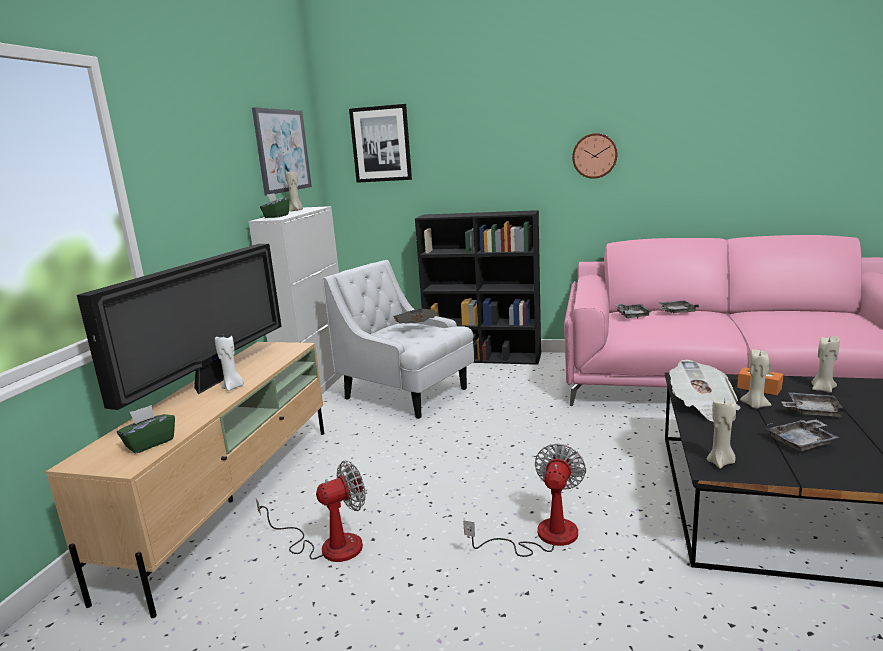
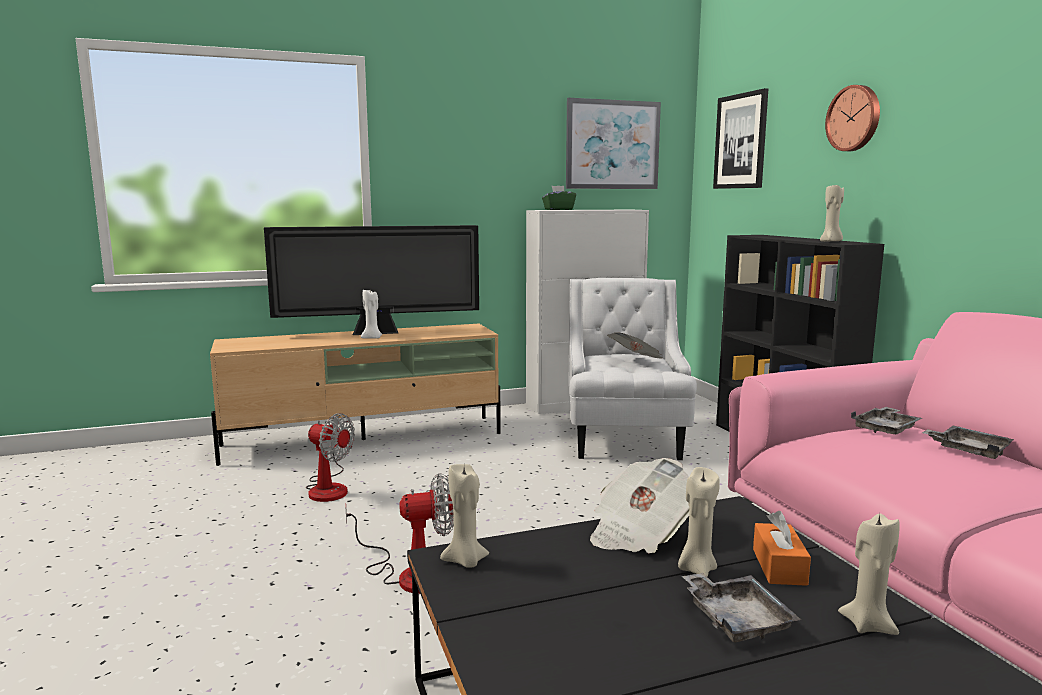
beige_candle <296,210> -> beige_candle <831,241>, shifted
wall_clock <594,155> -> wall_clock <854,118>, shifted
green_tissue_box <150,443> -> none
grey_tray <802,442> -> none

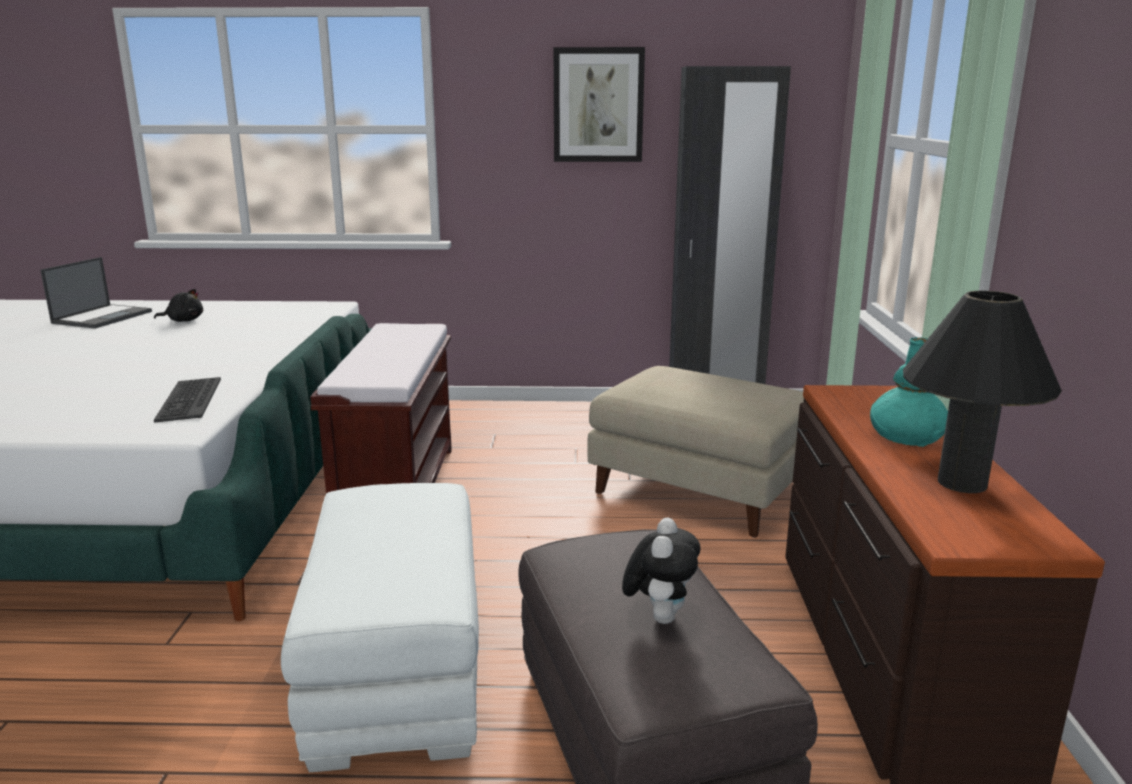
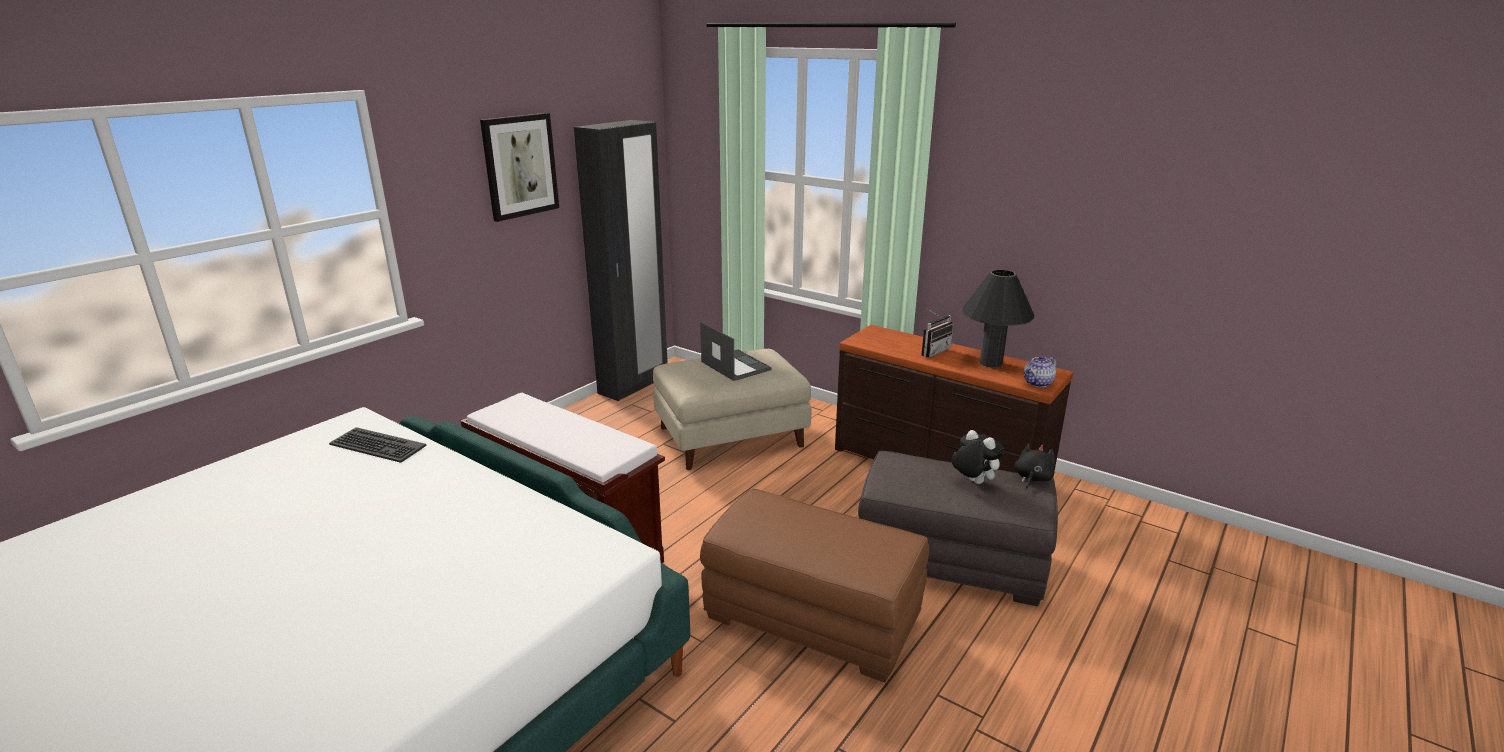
keyboard <188,400> -> keyboard <377,446>, shifted
laptop <103,317> -> laptop <734,365>, shifted
white_ottoman <399,671> -> brown_ottoman <814,618>
turquoise_vase <906,436> -> radio <932,351>
black_plush_toy <183,320> -> black_plush_toy <1032,478>, shifted
none -> teapot <1038,383>

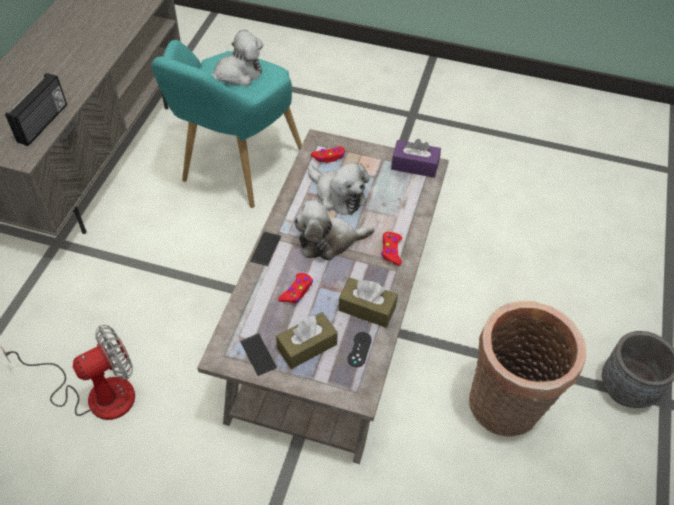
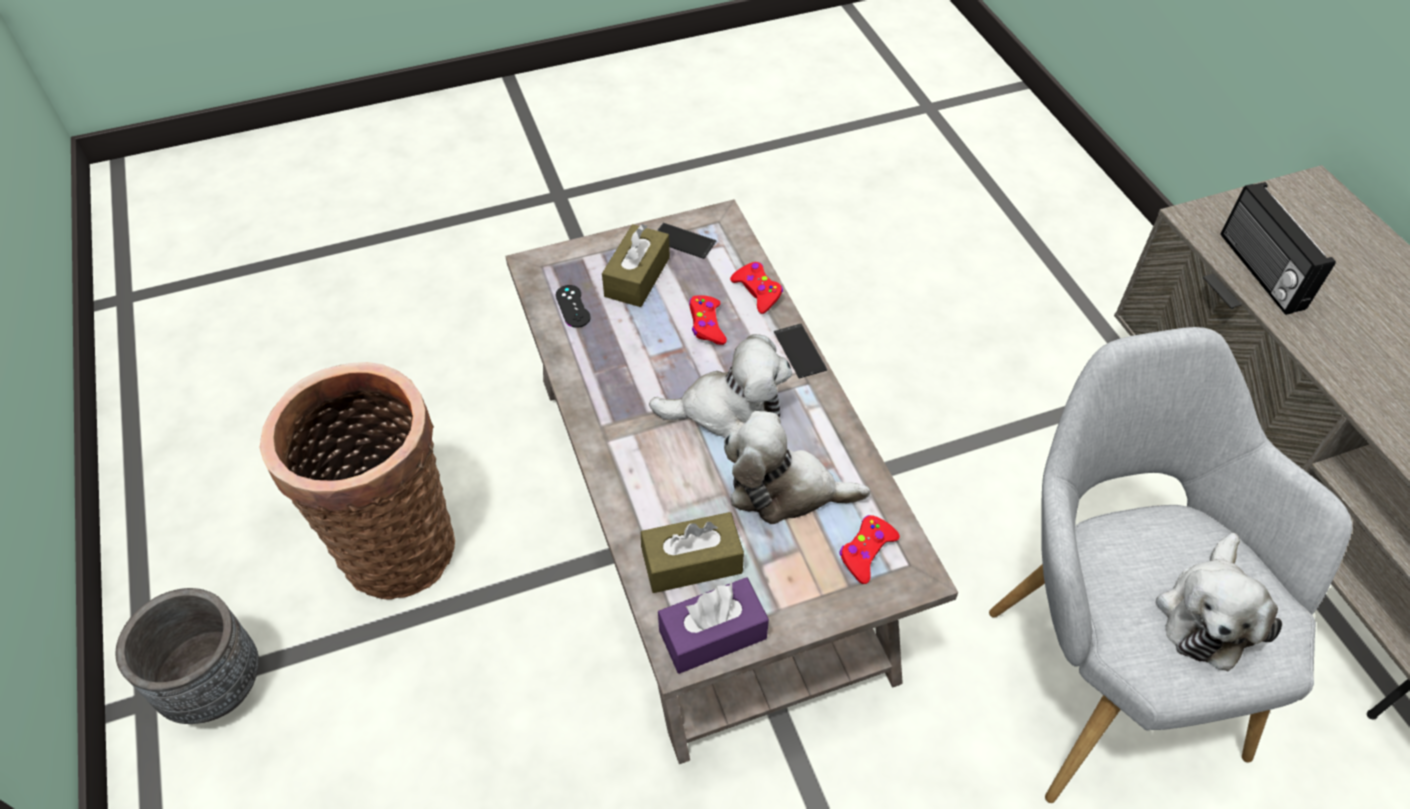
brown_tissue_box <367,308> -> brown_tissue_box <692,562>, shifted
plush_toy <329,241> -> plush_toy <728,410>, 45 degrees clockwise
red_game_controller <391,251> -> red_game_controller <757,291>, shifted
turquoise_armchair <235,170> -> grey_armchair <1099,667>
fan <96,393> -> none

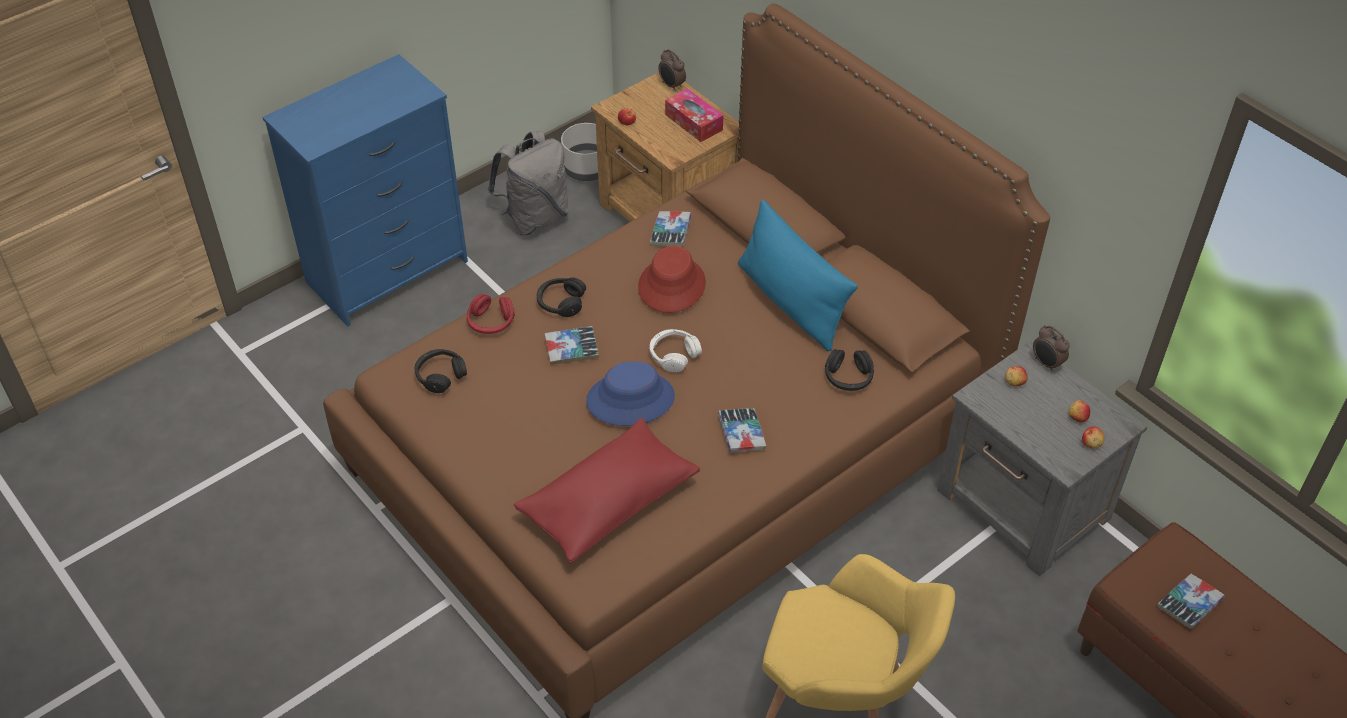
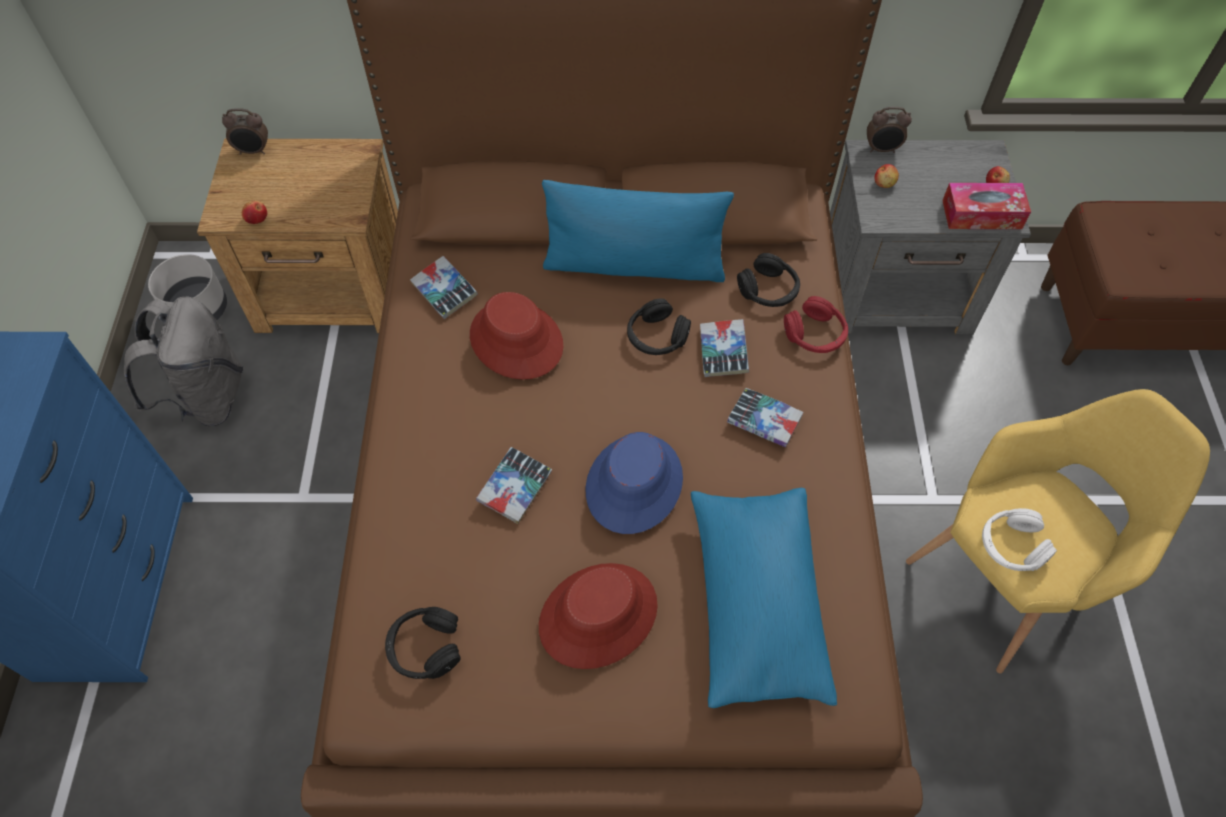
none -> red_hat <598,615>
black_headphones <561,302> -> black_headphones <656,336>, shifted
red_pillow <608,502> -> blue_pillow <755,604>
book <1189,604> -> book <723,352>, shifted
red_headphones <491,322> -> red_headphones <815,334>, shifted
tissue_box <693,122> -> tissue_box <981,214>, shifted
white_headphones <674,355> -> white_headphones <1011,546>, shifted
apple <1077,417> -> none

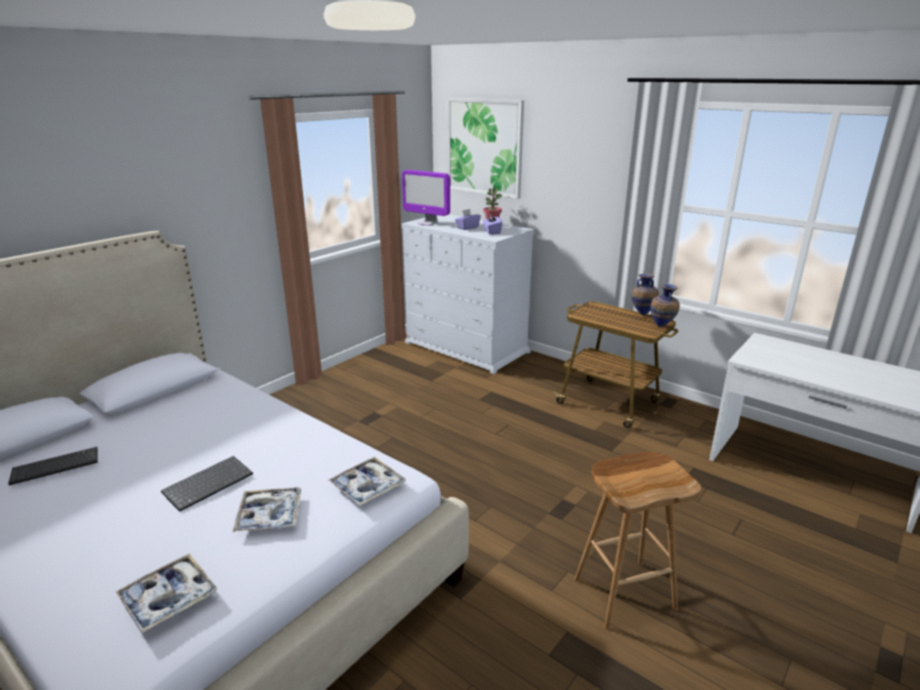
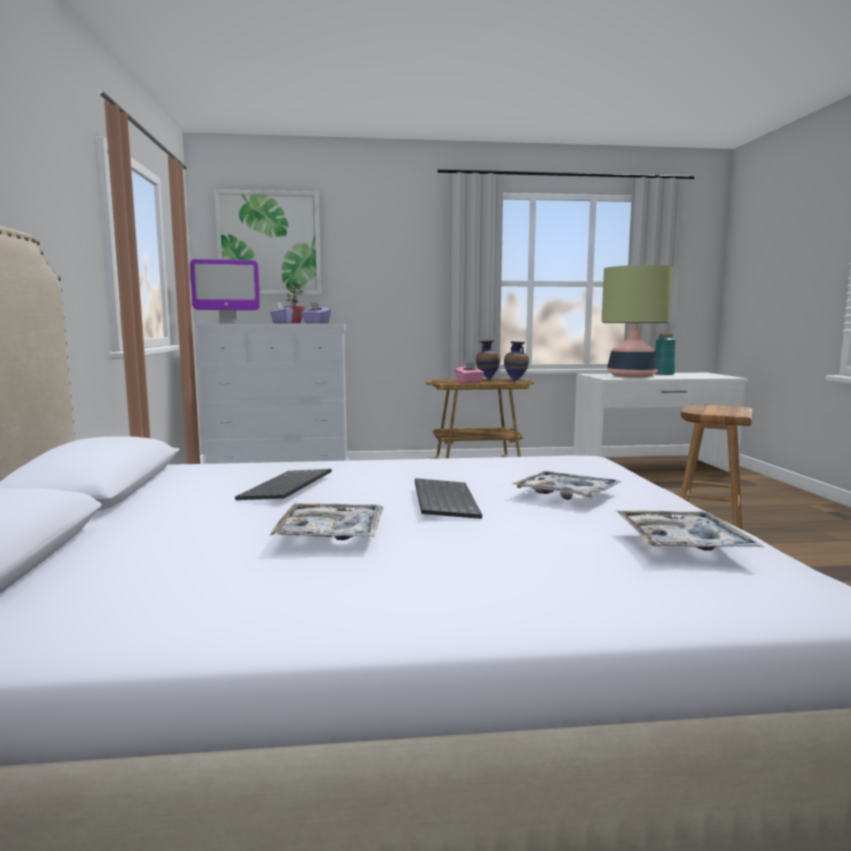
keyboard <54,468> -> keyboard <288,488>, shifted
tray <367,487> -> tray <331,533>, shifted
none -> pink_tissue_box <469,382>
none -> table_lamp <631,376>
none -> turquoise_vase <663,374>

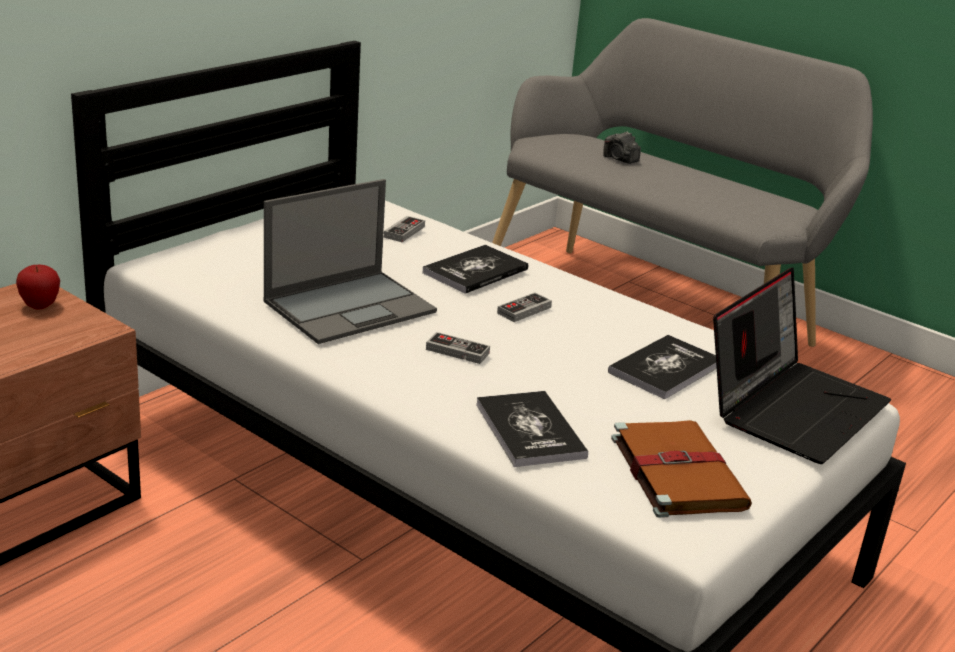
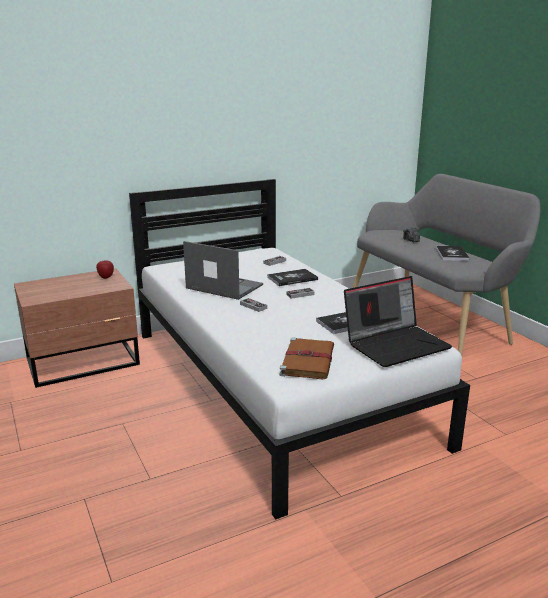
laptop <351,306> -> laptop <223,286>, 135 degrees counterclockwise
book <530,430> -> book <451,254>, shifted

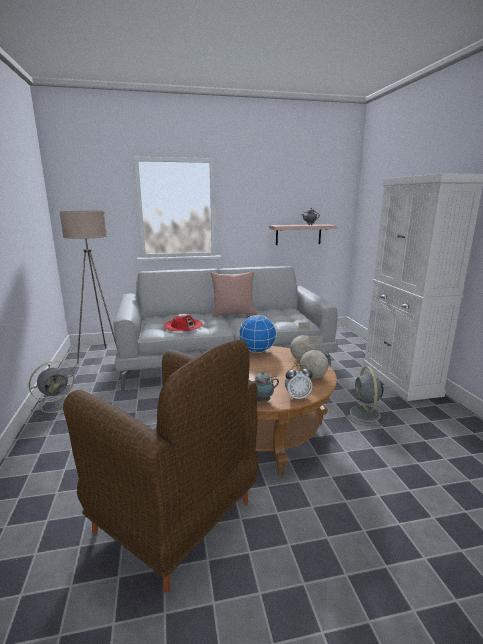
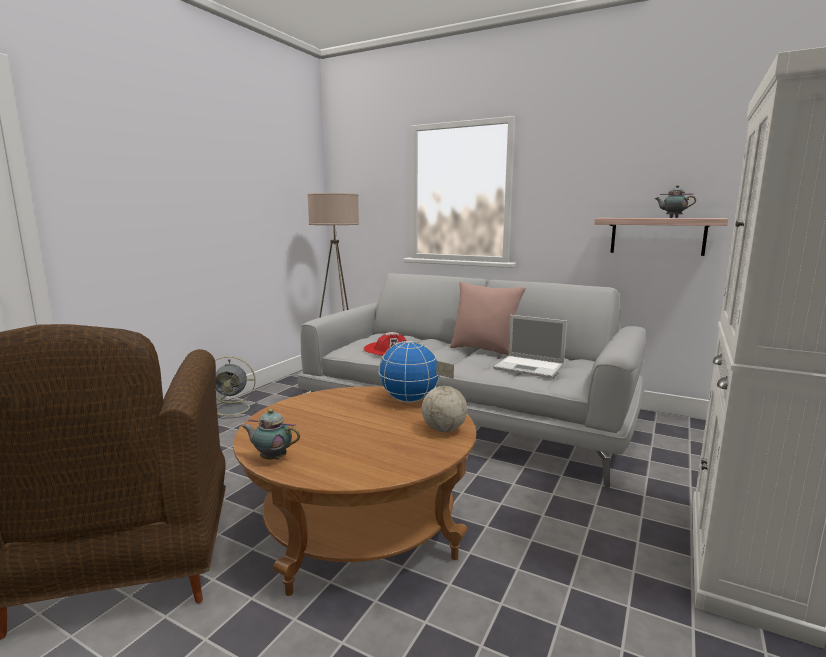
none -> laptop <530,367>
alarm_clock <297,397> -> none
globe <313,377> -> none
grey_fan <365,414> -> none

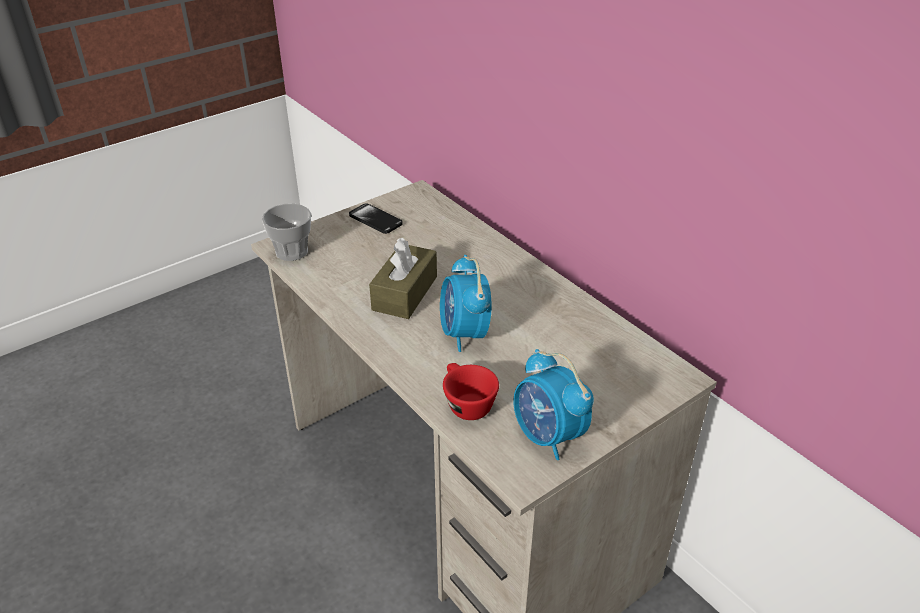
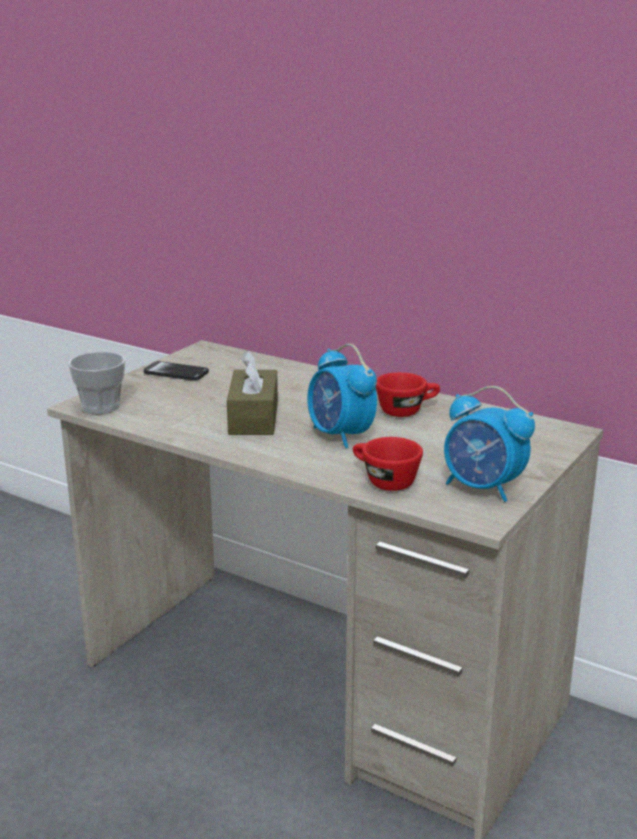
none -> red_cup <407,410>

